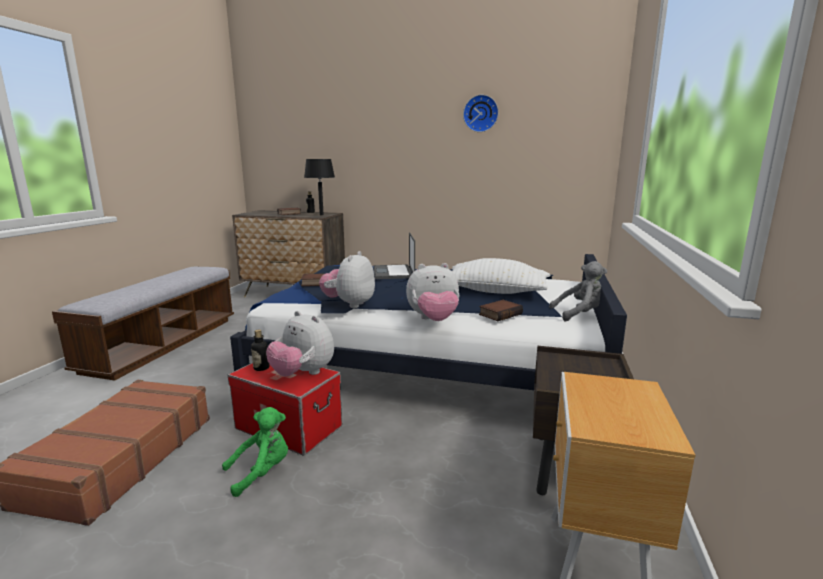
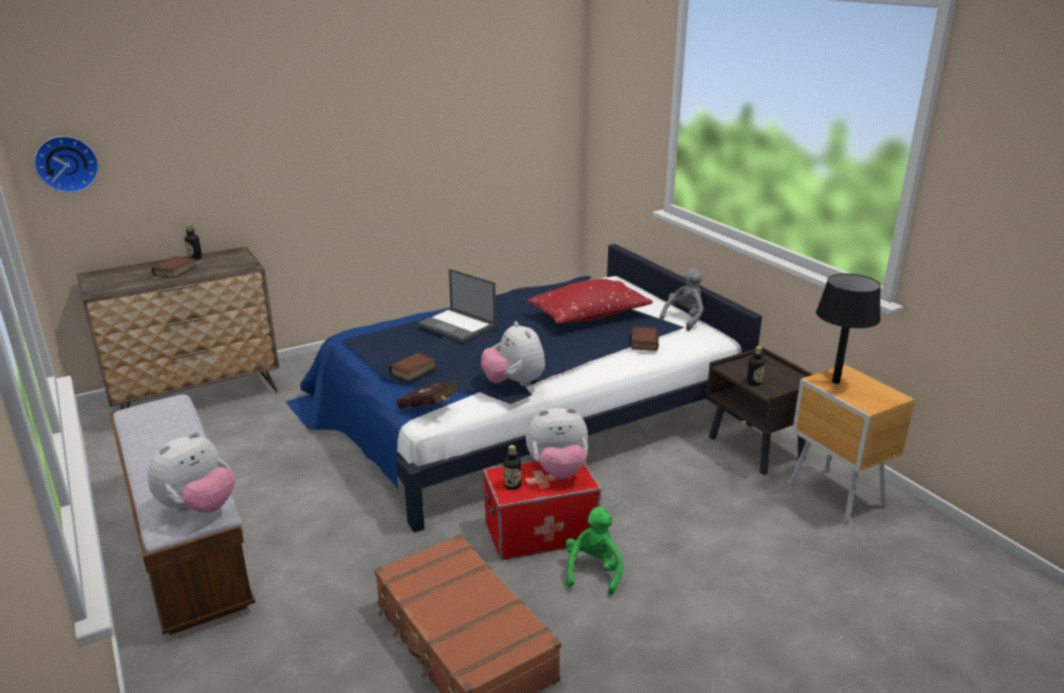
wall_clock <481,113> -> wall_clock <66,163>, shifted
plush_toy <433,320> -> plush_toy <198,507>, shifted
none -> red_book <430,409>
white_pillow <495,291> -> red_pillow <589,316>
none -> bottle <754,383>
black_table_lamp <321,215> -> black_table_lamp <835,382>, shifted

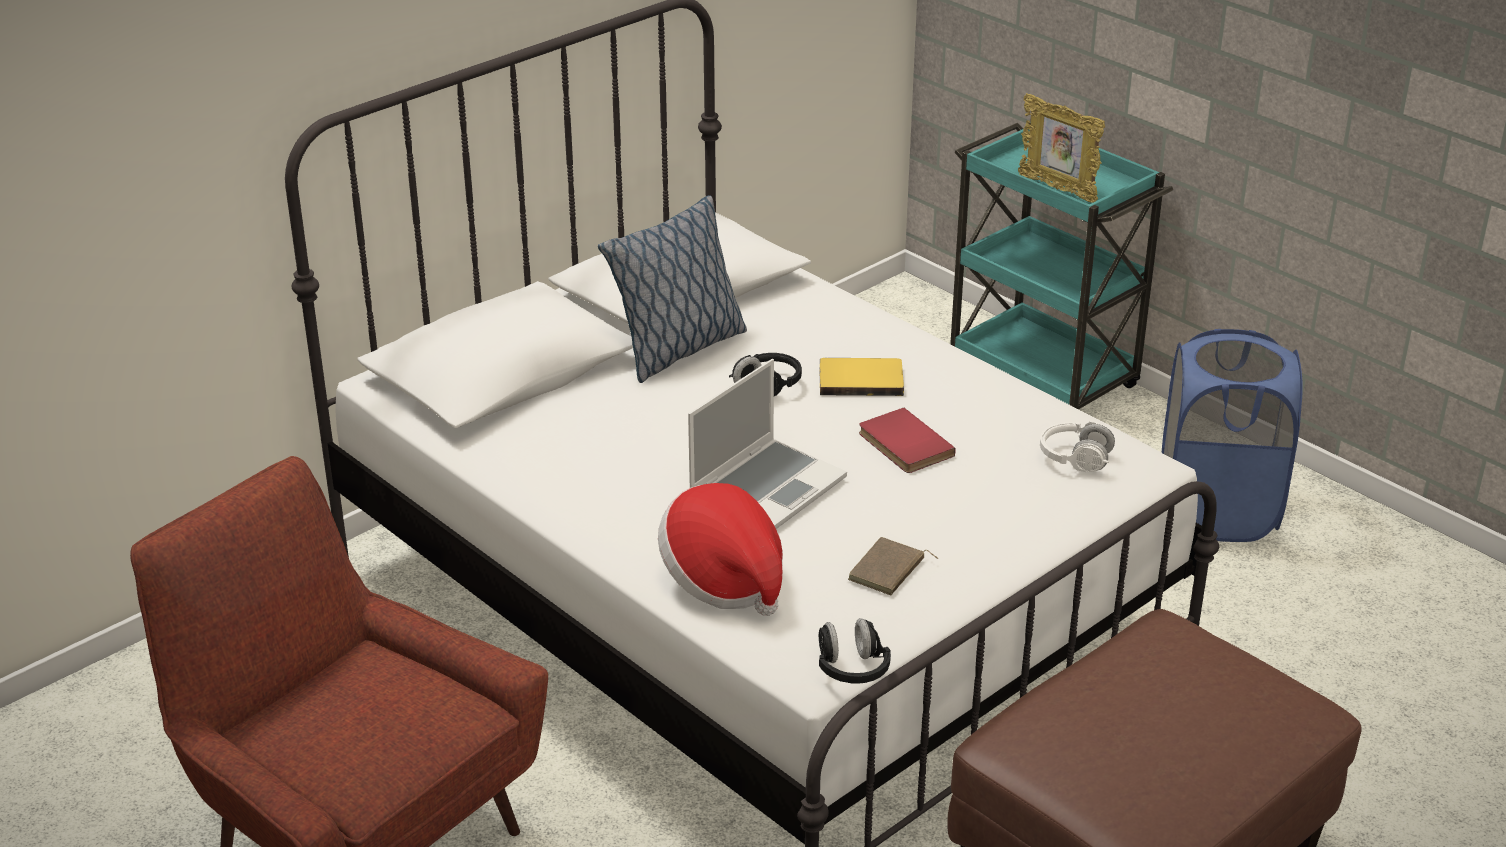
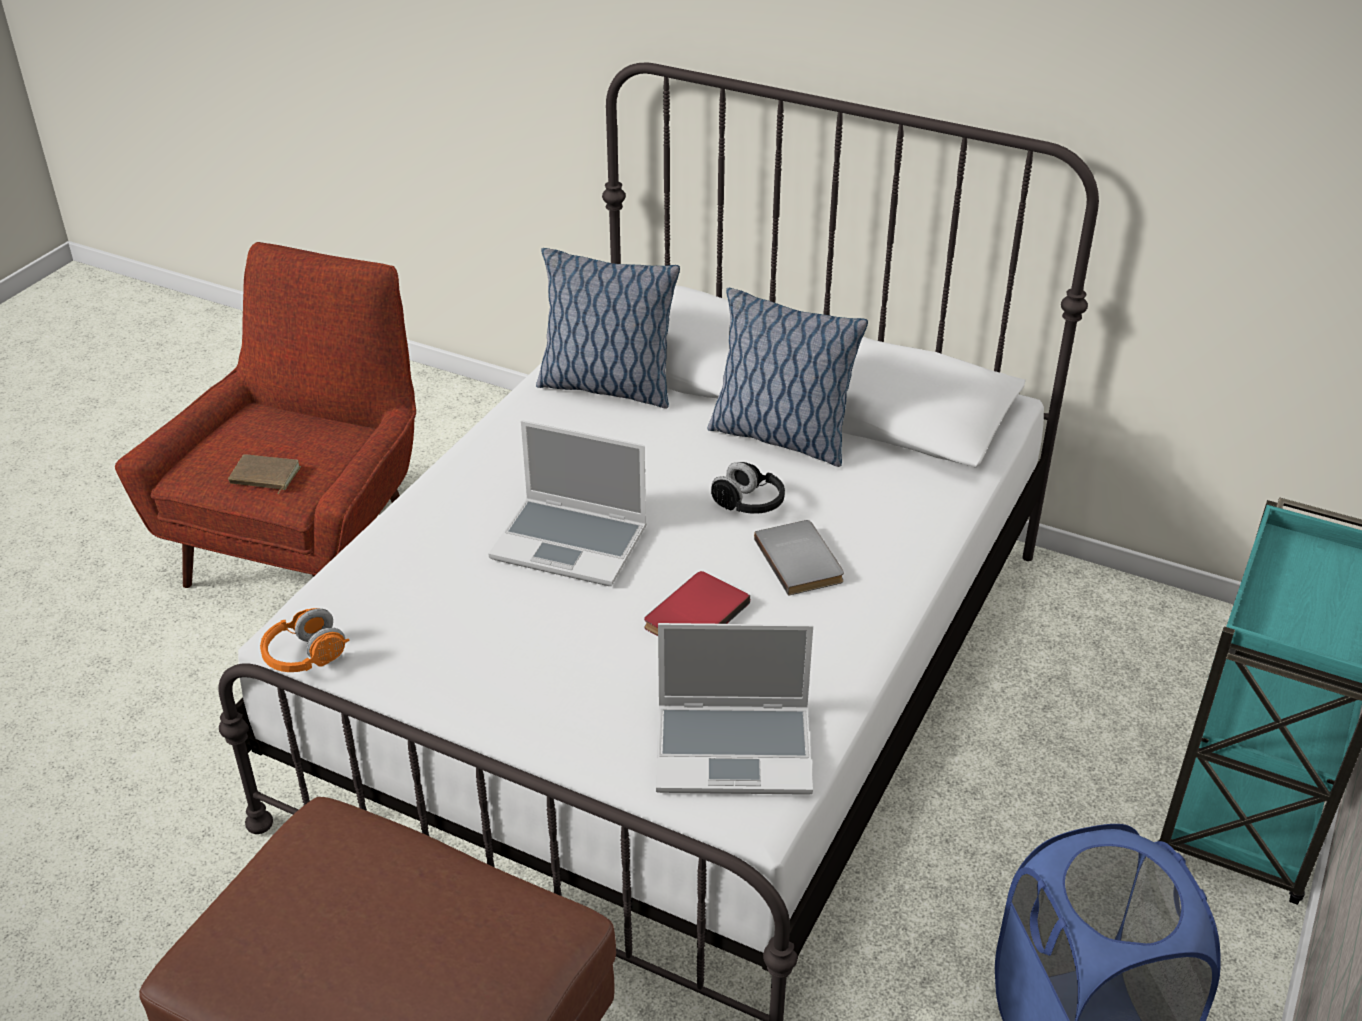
brown_book <888,571> -> brown_book <264,477>, shifted
black_headphones <851,669> -> orange_headphones <305,657>
none -> pillow <606,387>
white_headphones <1075,459> -> laptop <735,749>
yellow_book <860,379> -> grey_book <801,560>
hat <724,580> -> none
picture_frame <1057,189> -> none

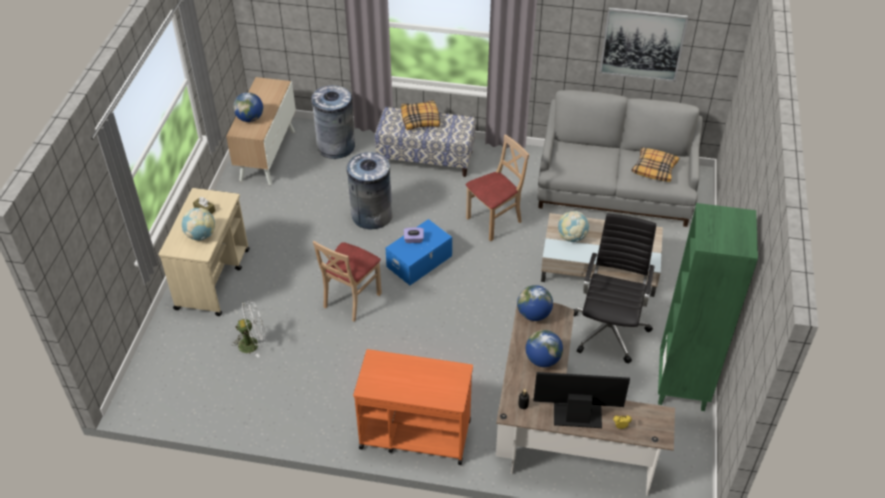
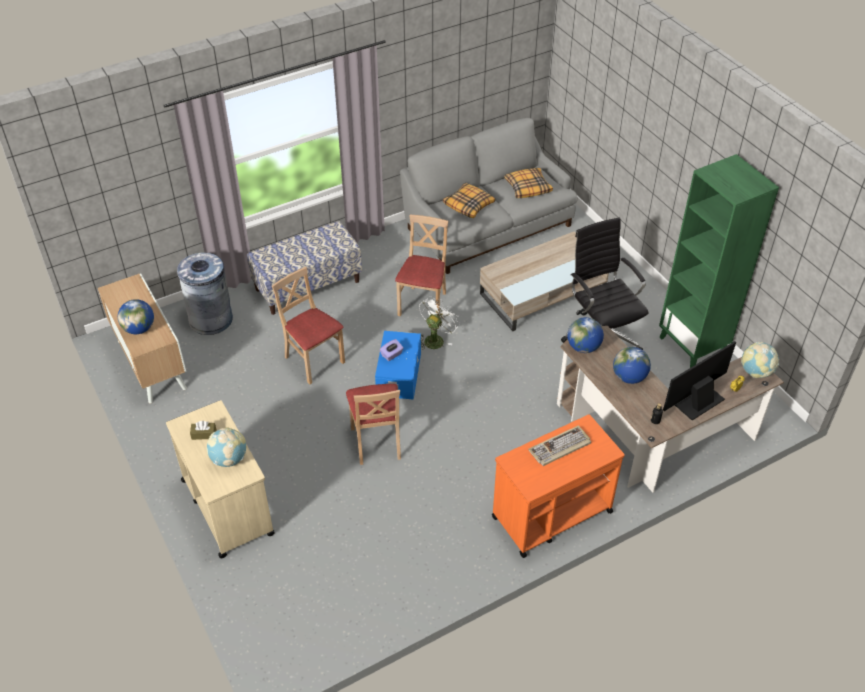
grey_trash_can <371,215> -> beige_chair <313,360>
white_fan <253,343> -> white_fan <435,339>, shifted
pillow <420,119> -> pillow <469,205>, shifted
none -> keyboard <560,448>
globe <572,237> -> globe <756,372>, shifted
picture <642,44> -> none

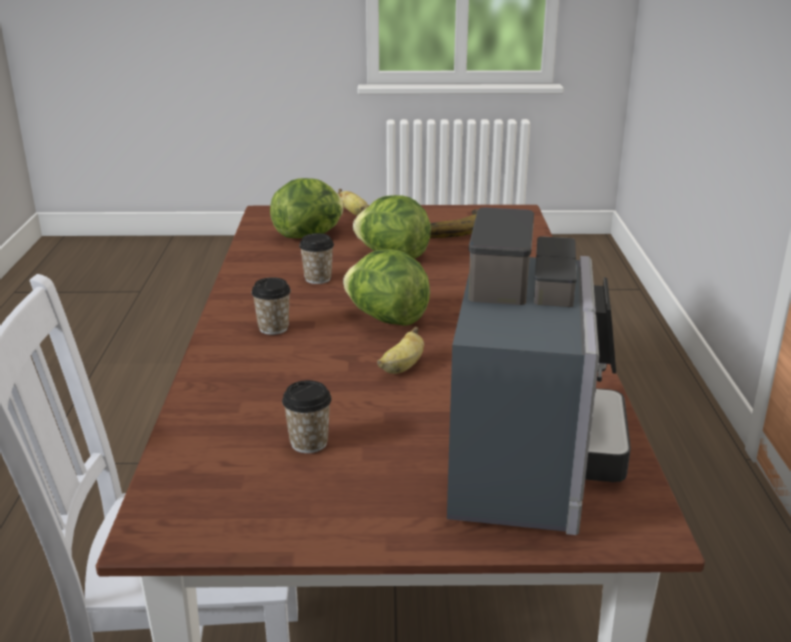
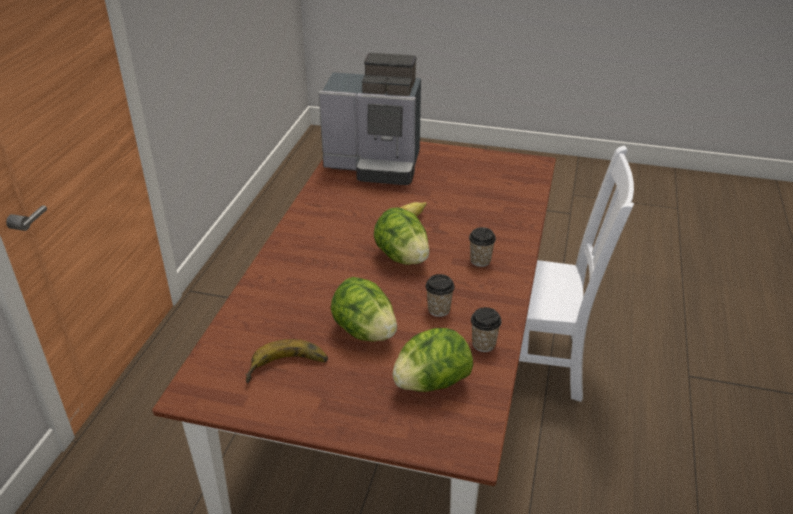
coffee_machine <531,464> -> coffee_machine <376,165>, 105 degrees counterclockwise
cup <309,443> -> cup <483,344>, shifted
banana <354,214> -> none

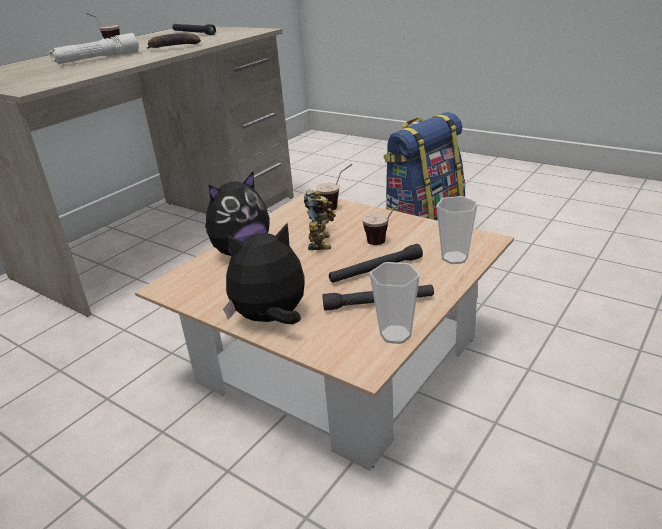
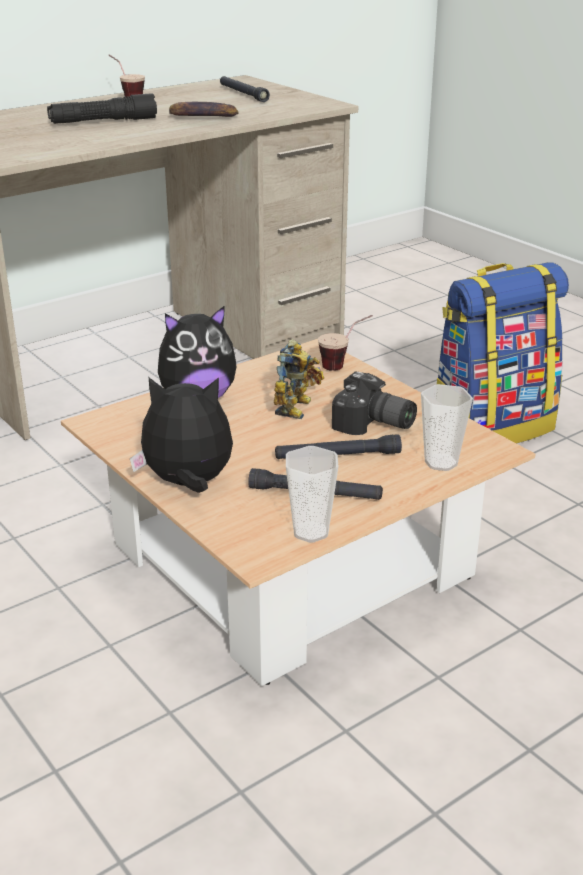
white_flashlight <97,59> -> black_flashlight <103,122>
cup <386,242> -> photo_camera <373,425>

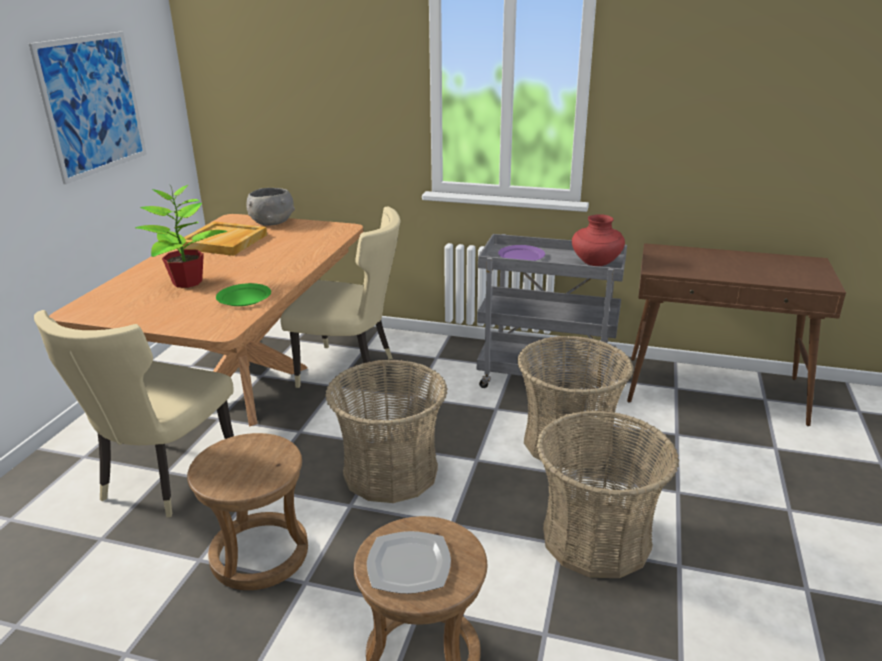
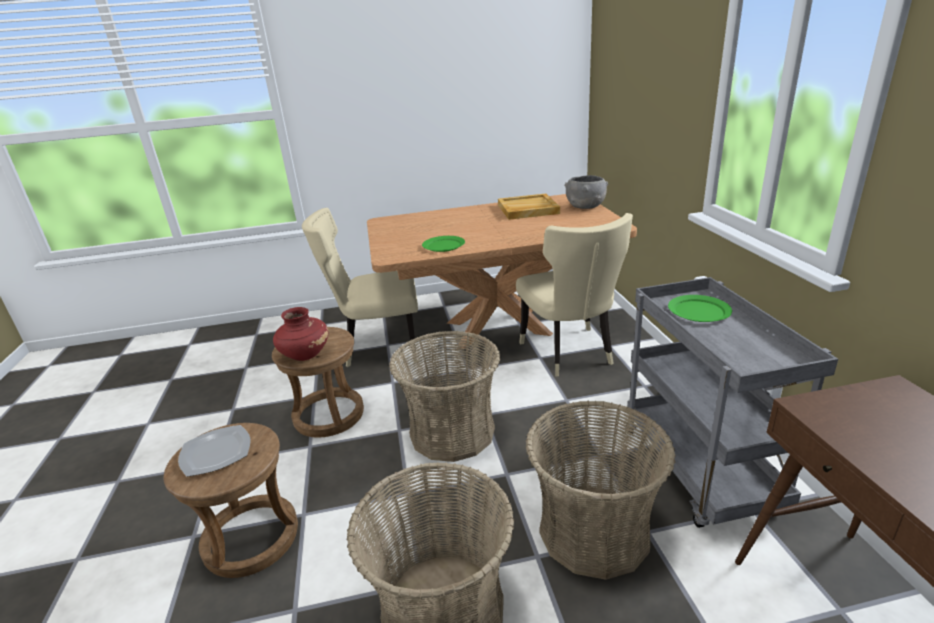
red_vase <596,263> -> red_vase <305,355>, shifted
purple_plate <521,256> -> green_plate <699,311>
picture <93,105> -> none
potted_plant <186,282> -> none

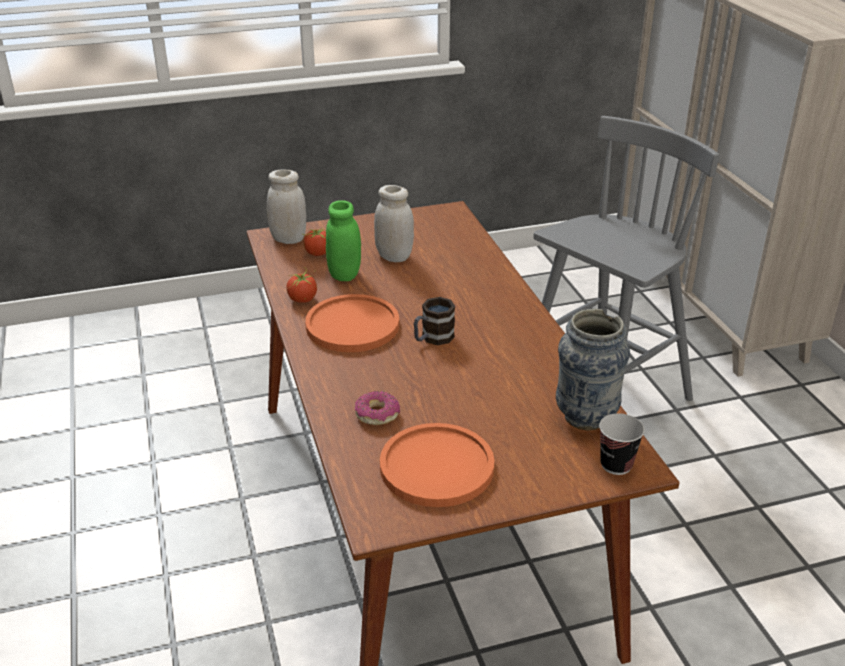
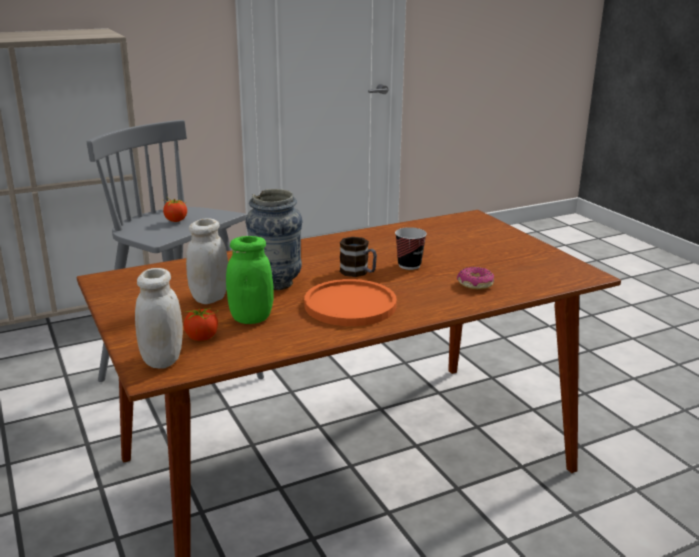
tomato <302,299> -> tomato <175,220>, shifted
vase <585,417> -> vase <276,283>, shifted
cup <616,465> -> cup <409,265>, shifted
orange_plate <436,467> -> none

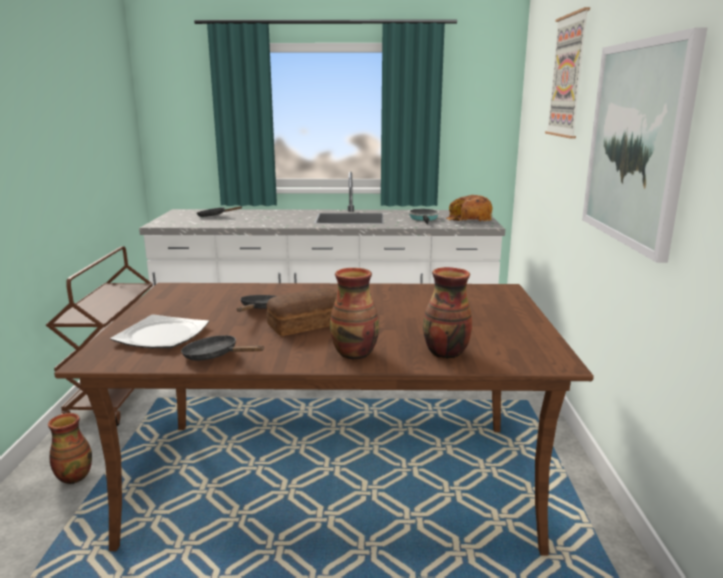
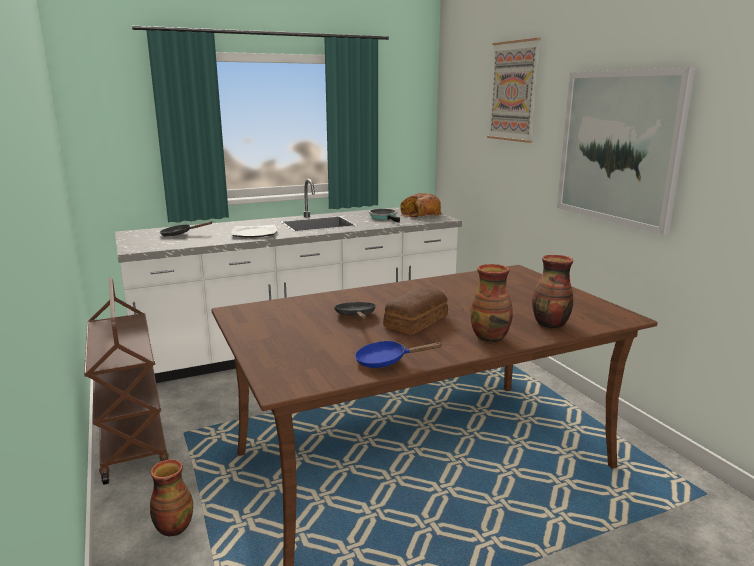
plate <161,335> -> plate <254,233>, shifted
black_frying_pan <215,356> -> blue_frying_pan <386,361>

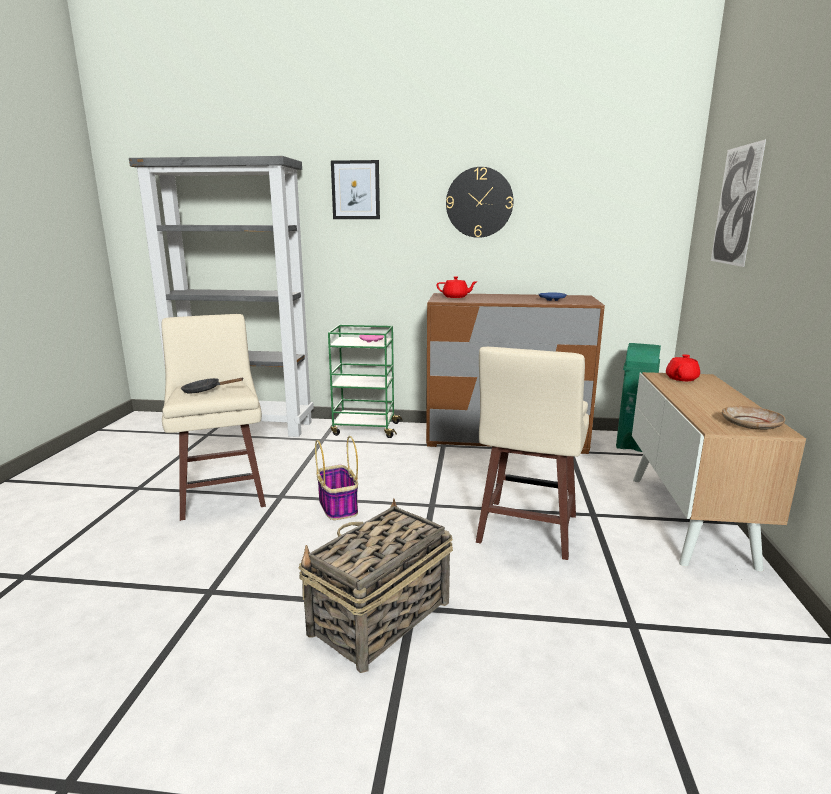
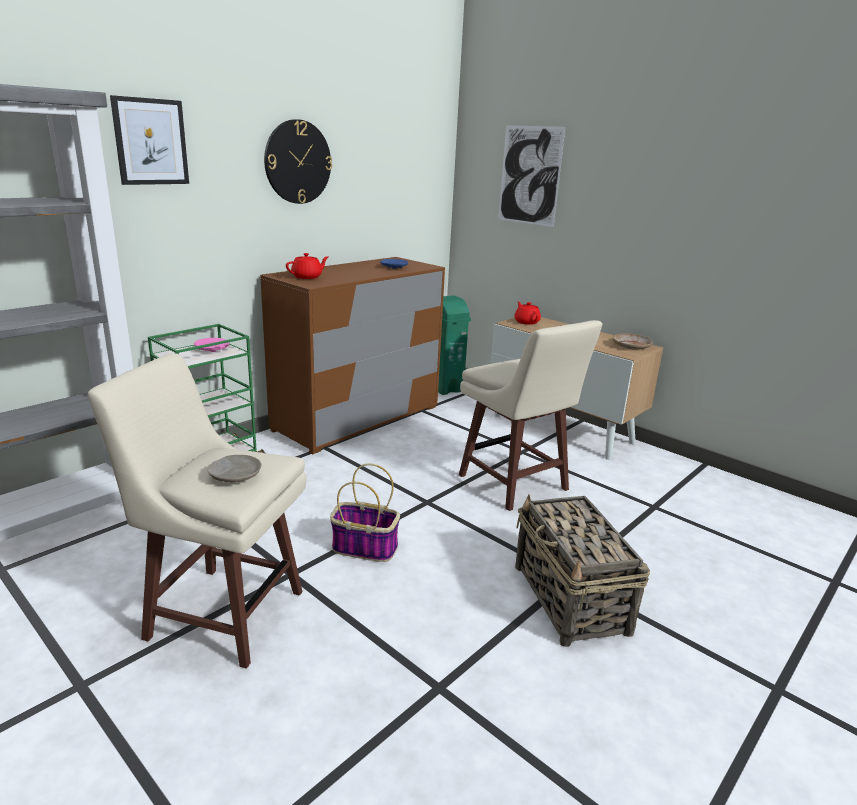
black_frying_pan <205,391> -> beige_plate <235,476>

